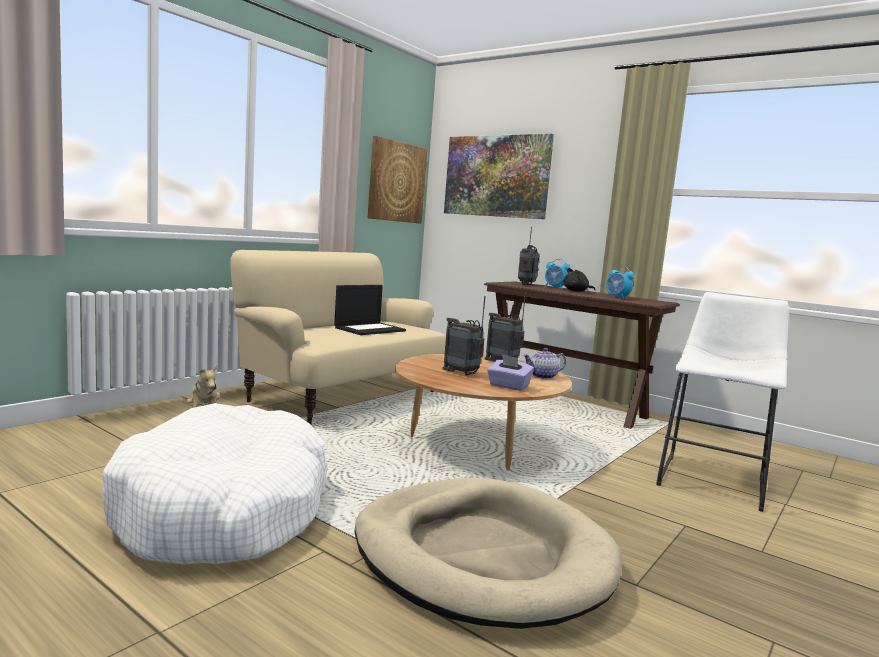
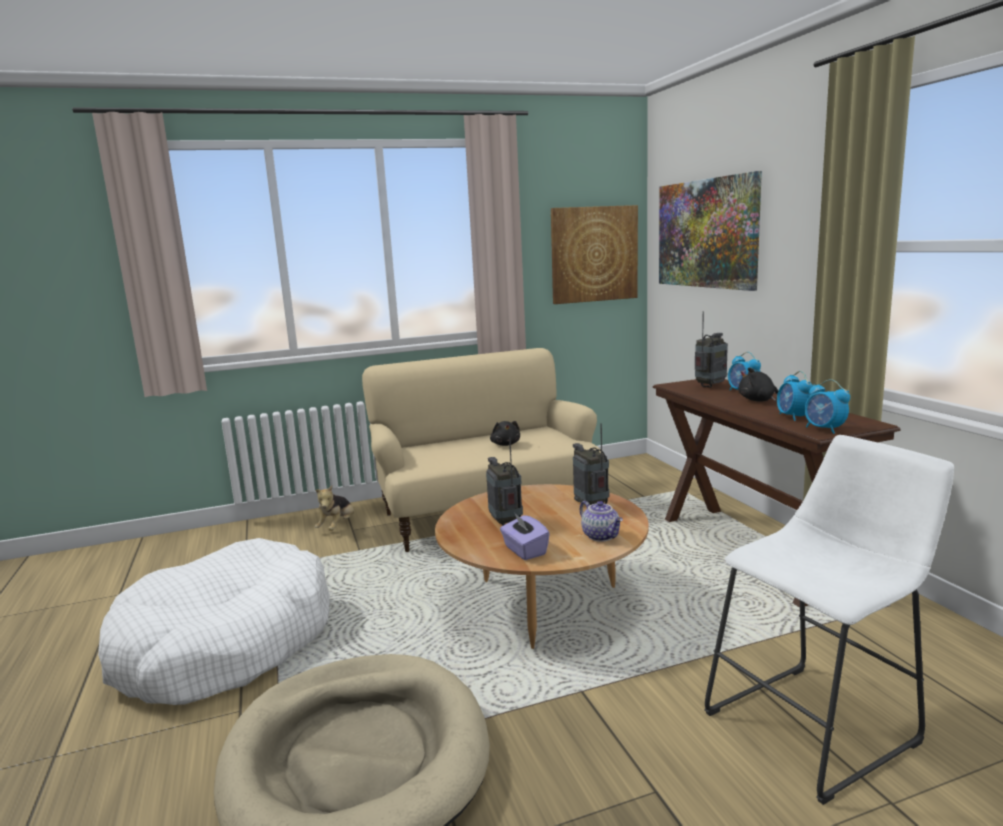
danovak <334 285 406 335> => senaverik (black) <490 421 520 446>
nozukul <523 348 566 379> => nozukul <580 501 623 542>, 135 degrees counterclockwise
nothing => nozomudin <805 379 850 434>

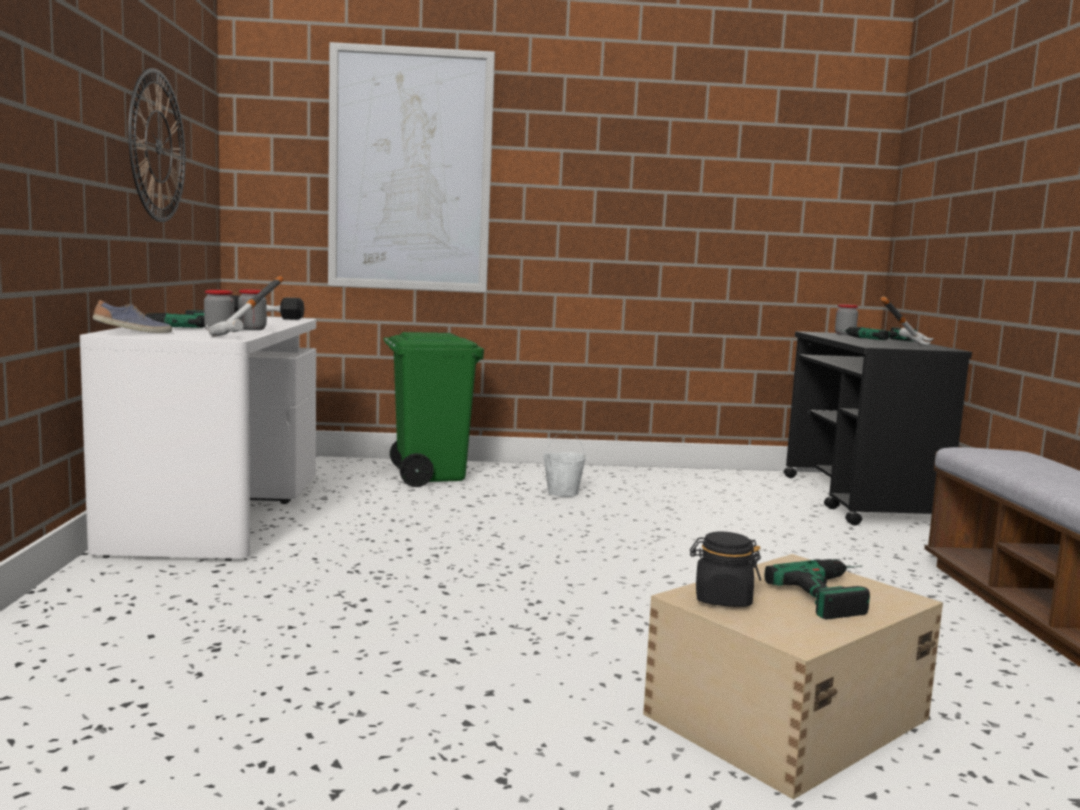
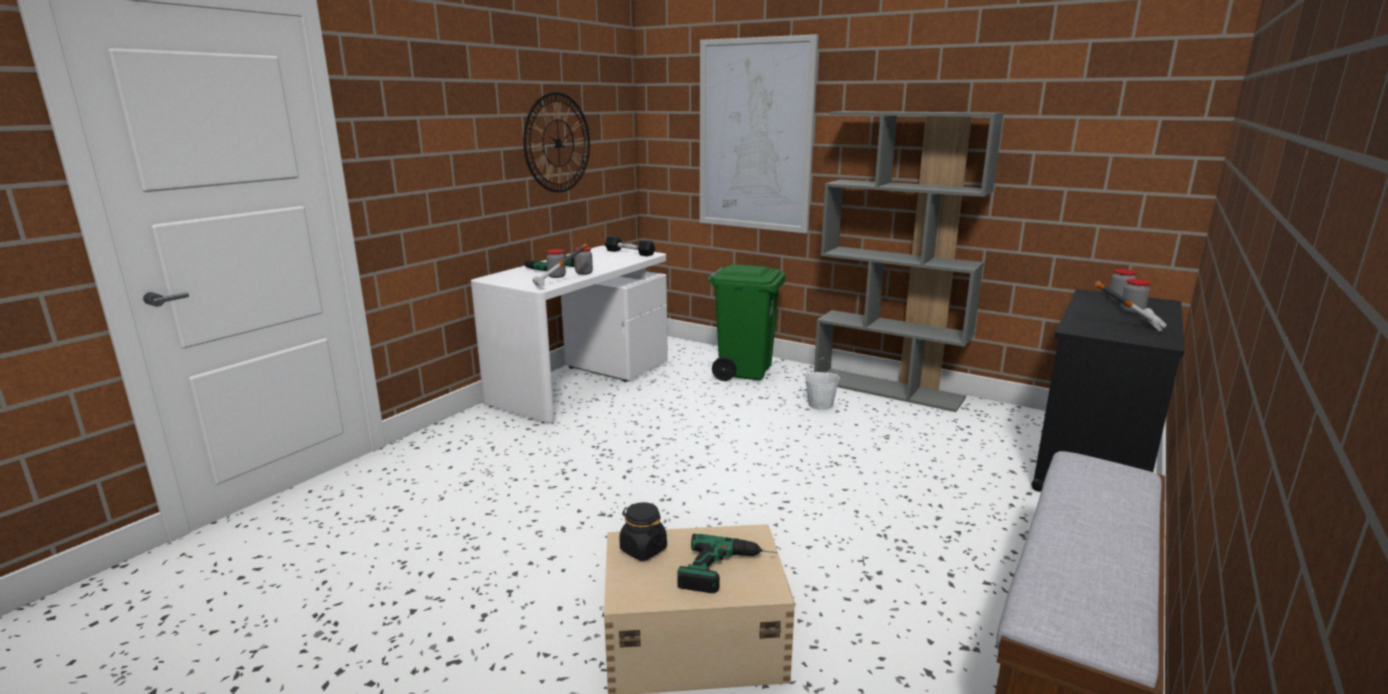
nothing => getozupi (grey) <814 111 1004 412>
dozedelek <838 327 917 342> => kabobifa <1121 279 1150 314>
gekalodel <93 300 172 333> => nothing

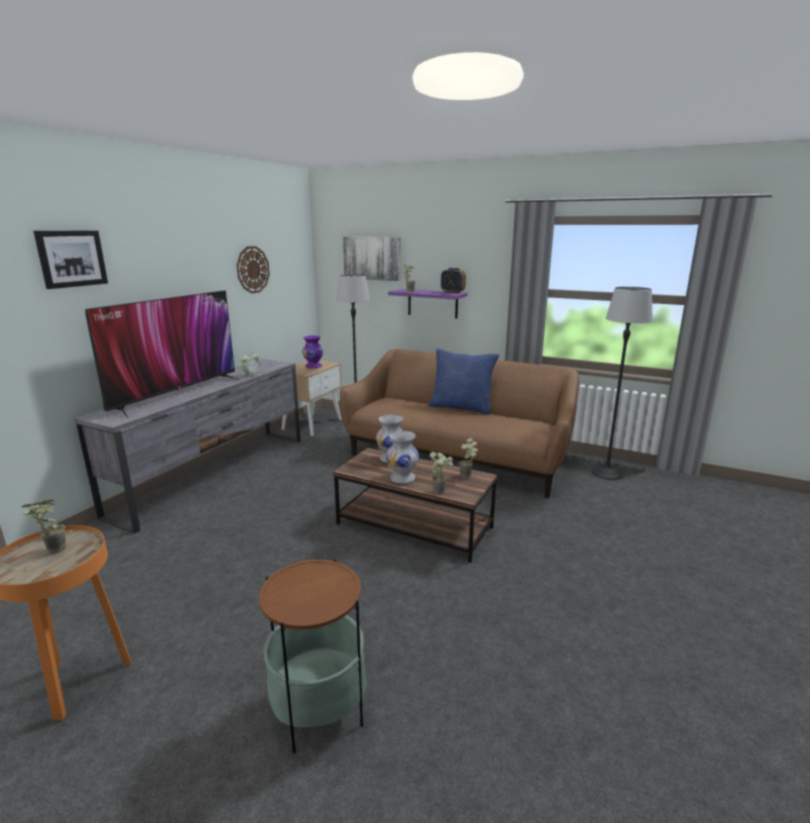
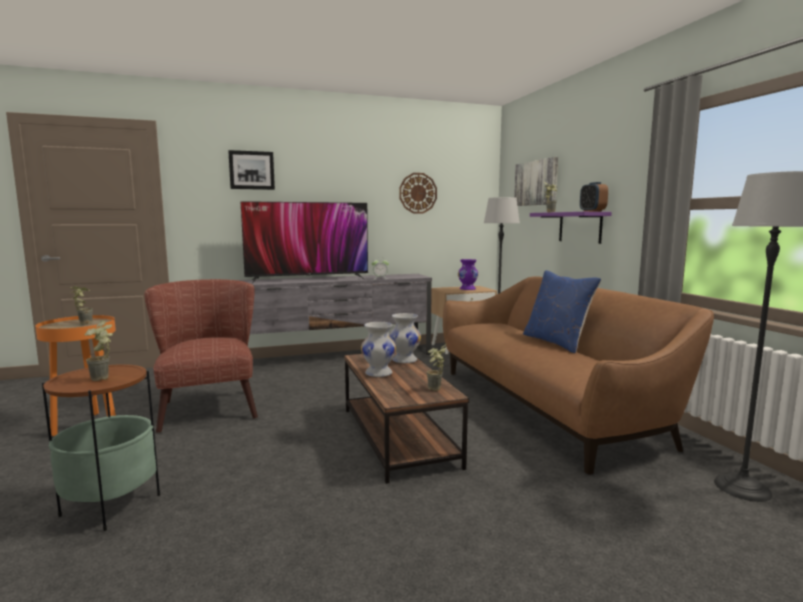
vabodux <430 452 453 494> => vabodux <85 320 113 381>, moved
nothing => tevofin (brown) <144 279 258 433>

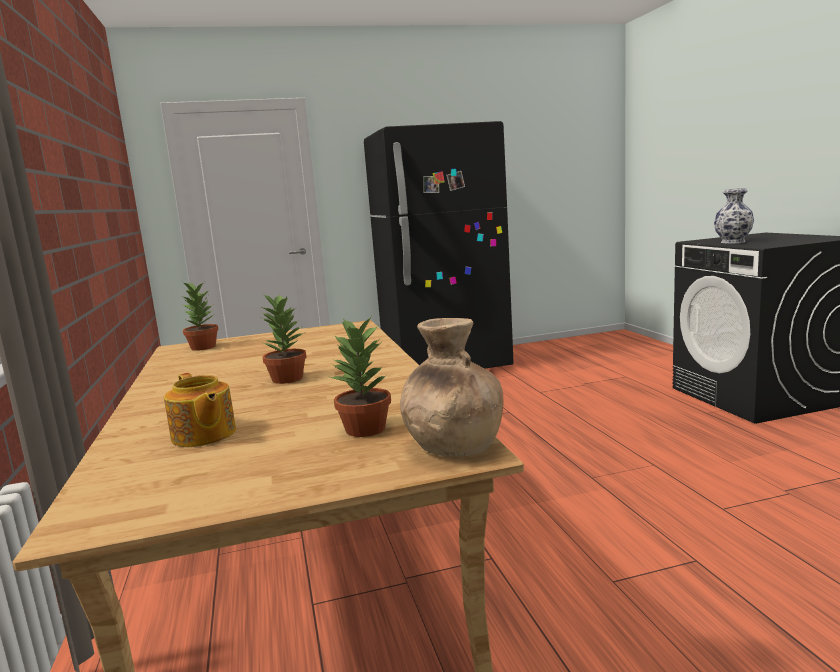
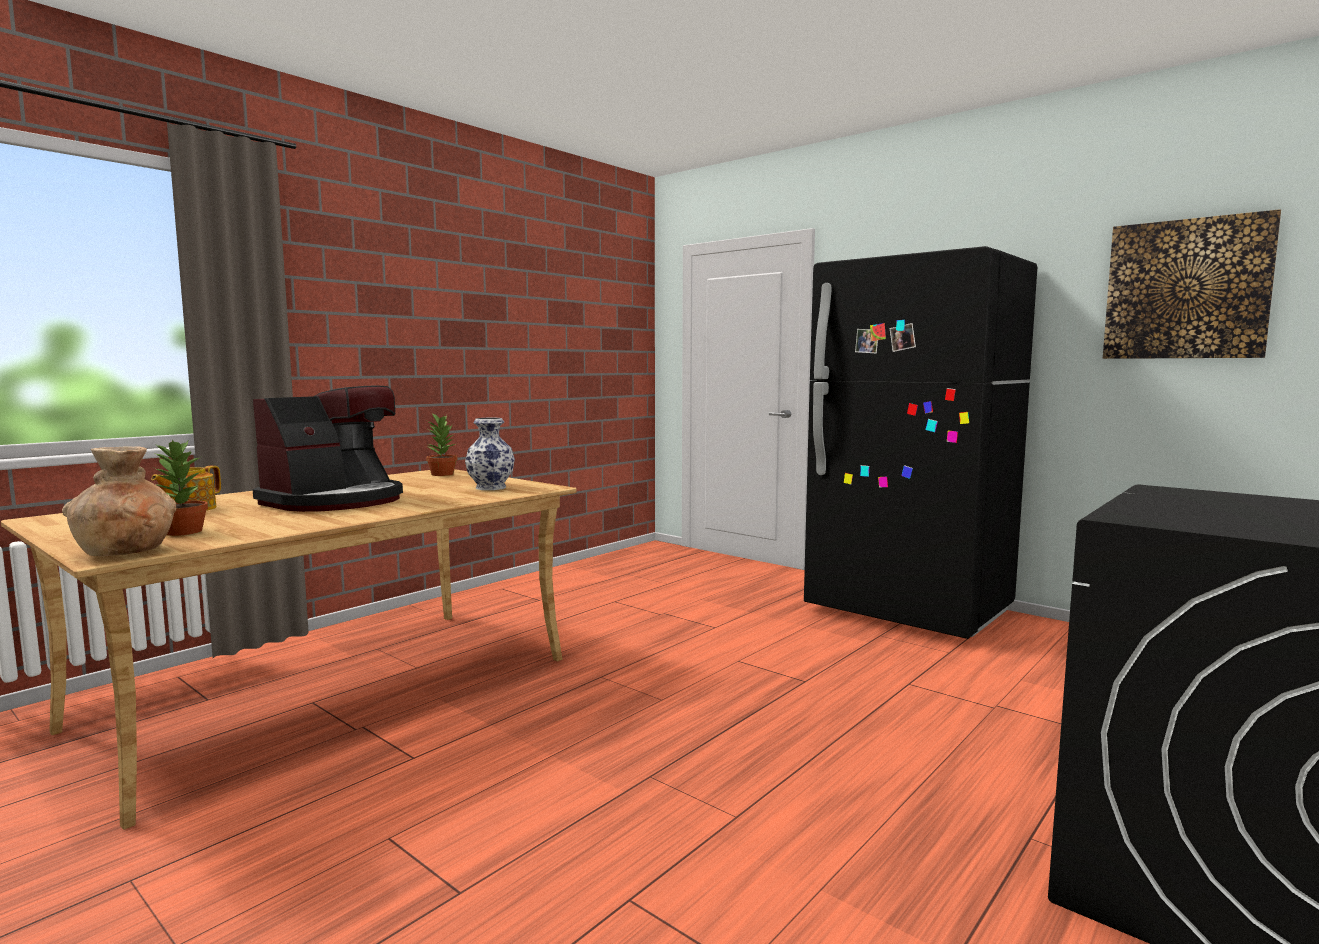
vabodux <260 294 307 384> => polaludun <253 386 403 512>
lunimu <714 188 754 244> => lunimu <465 418 515 490>, moved
nothing => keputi <1103 209 1281 359>

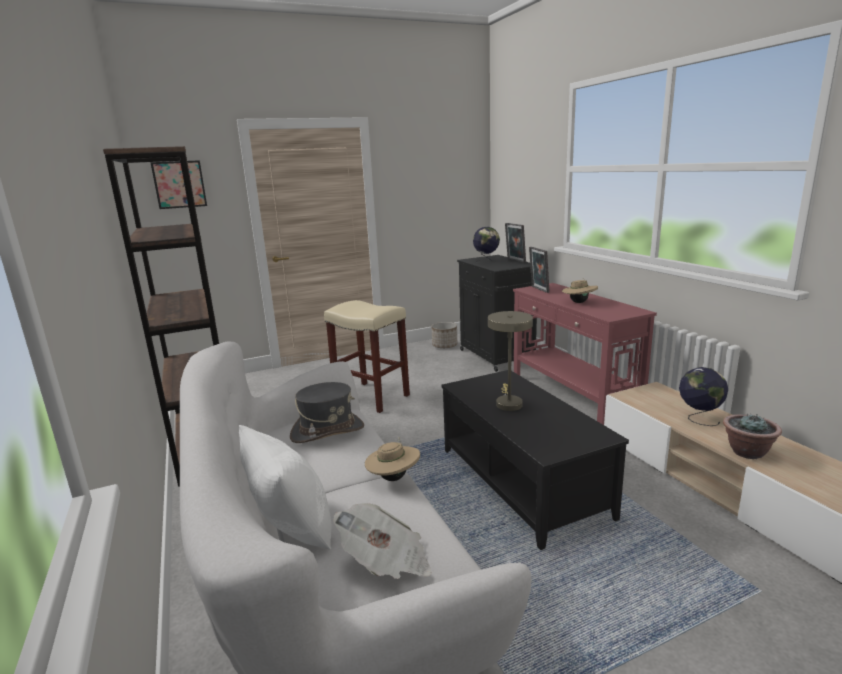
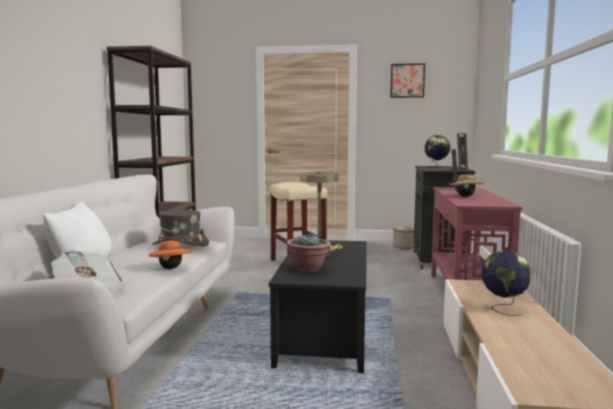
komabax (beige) <365 437 420 481> => komabax (orange) <148 239 193 269>
vabodux <723 413 782 459> => vabodux <286 233 331 272>, moved
keputi <150 160 207 209> => keputi <390 63 425 98>, moved

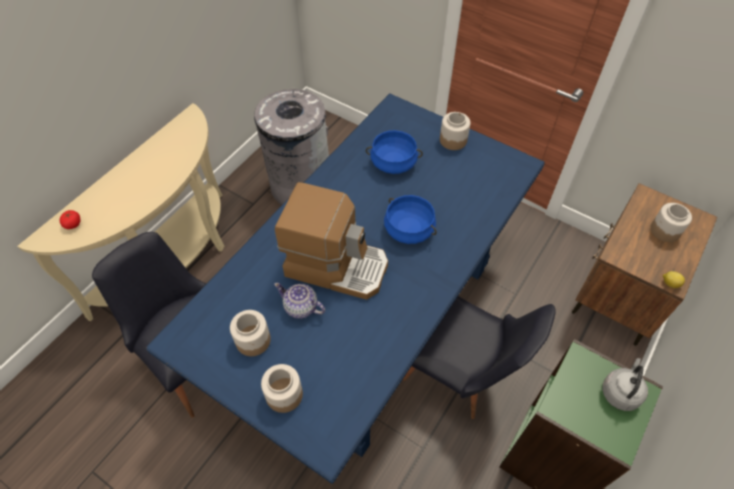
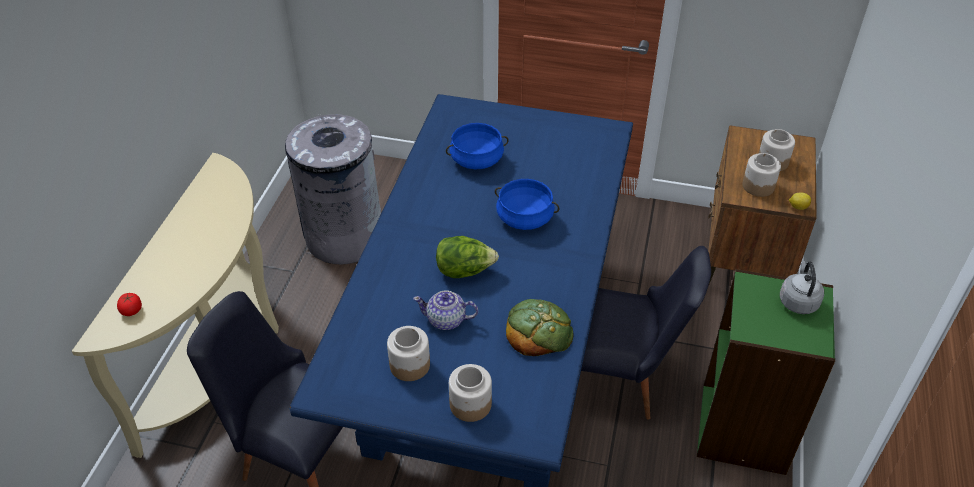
polaludun <275 182 388 300> => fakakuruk <436 236 499 278>
nothing => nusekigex <506 299 573 356>
kabobifa <440 112 471 150> => kabobifa <742 153 781 197>, moved

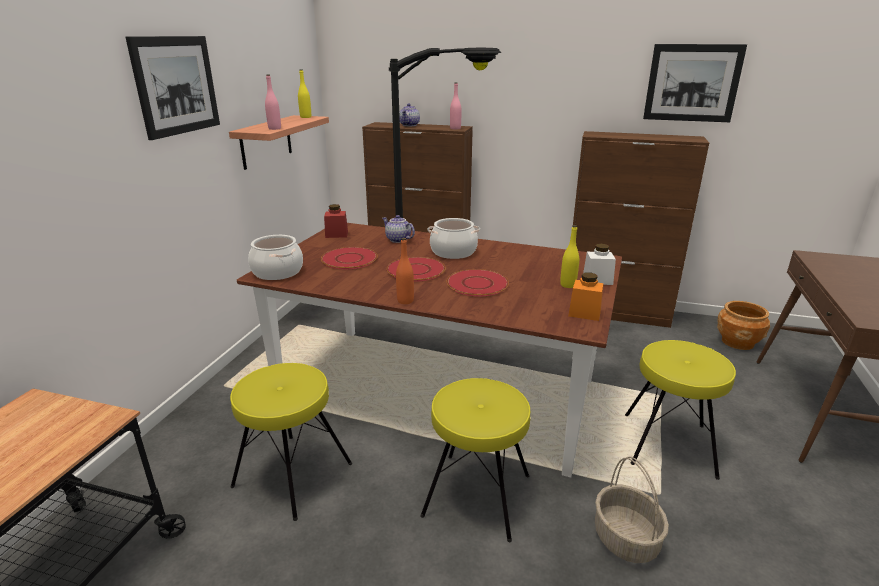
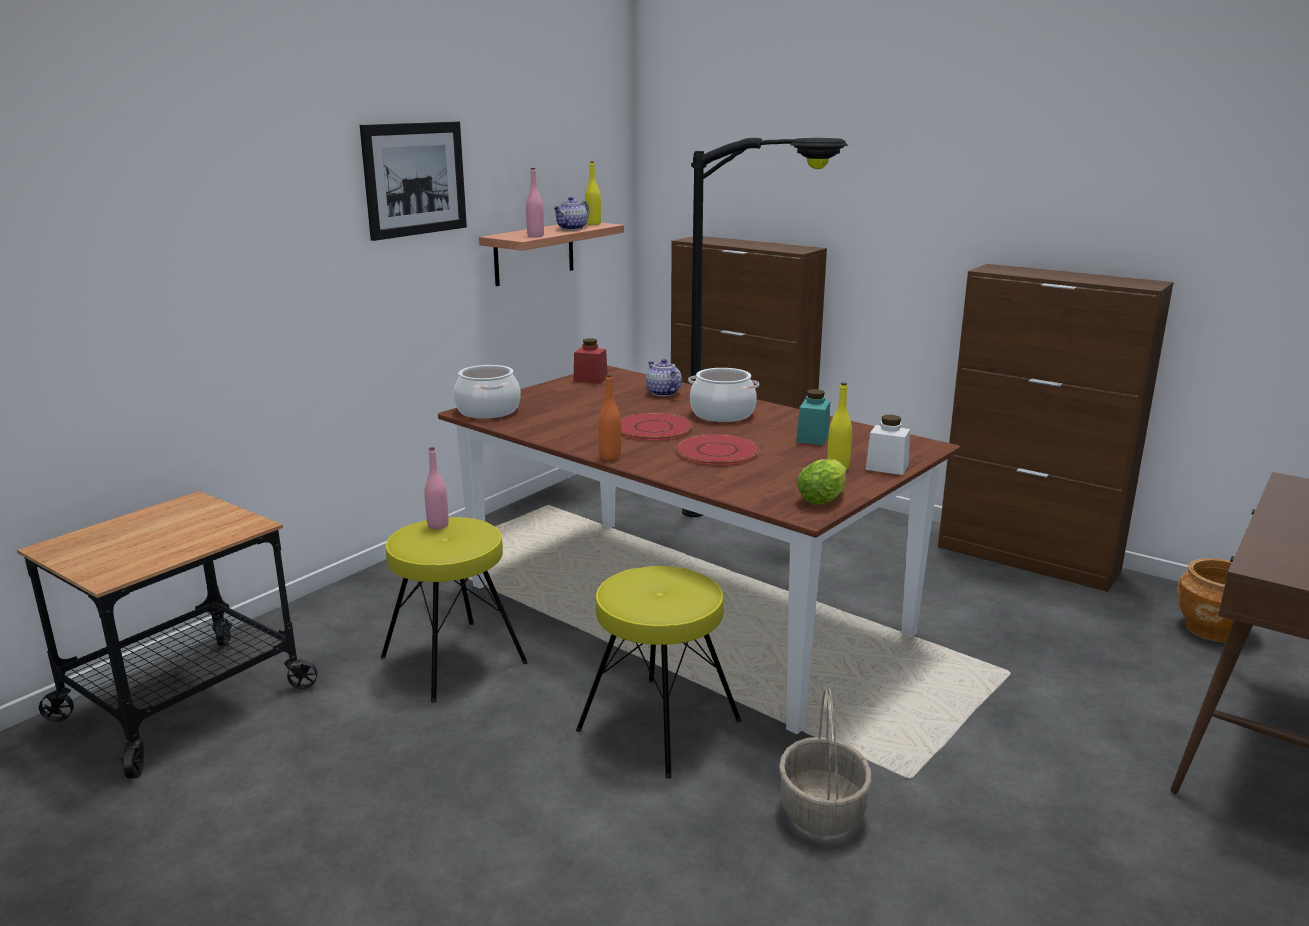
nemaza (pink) <450 82 461 130> => nemaza (pink) <424 447 449 529>, moved
nozukul <399 103 420 127> => nozukul <553 197 589 230>, moved
nothing => kabobifa (turquoise) <796 389 830 445>
kabobifa (orange) <568 272 603 321> => fakakuruk <797 459 847 504>
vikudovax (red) <321 247 378 269> => nothing
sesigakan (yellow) <625 340 736 480> => nothing
keputi <643 44 747 122> => nothing

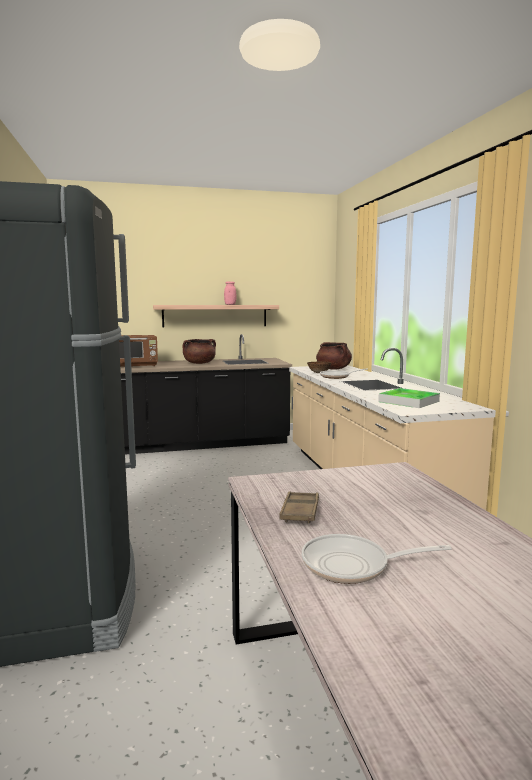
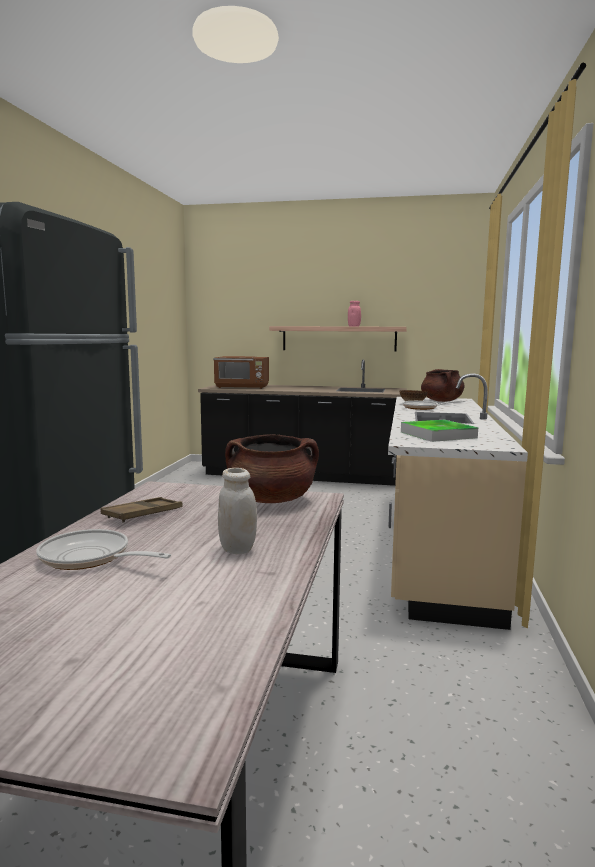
nothing => kabobifa (white) <218 468 257 554>
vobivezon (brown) <183 339 216 364> => vobivezon (brown) <225 434 319 503>, moved

